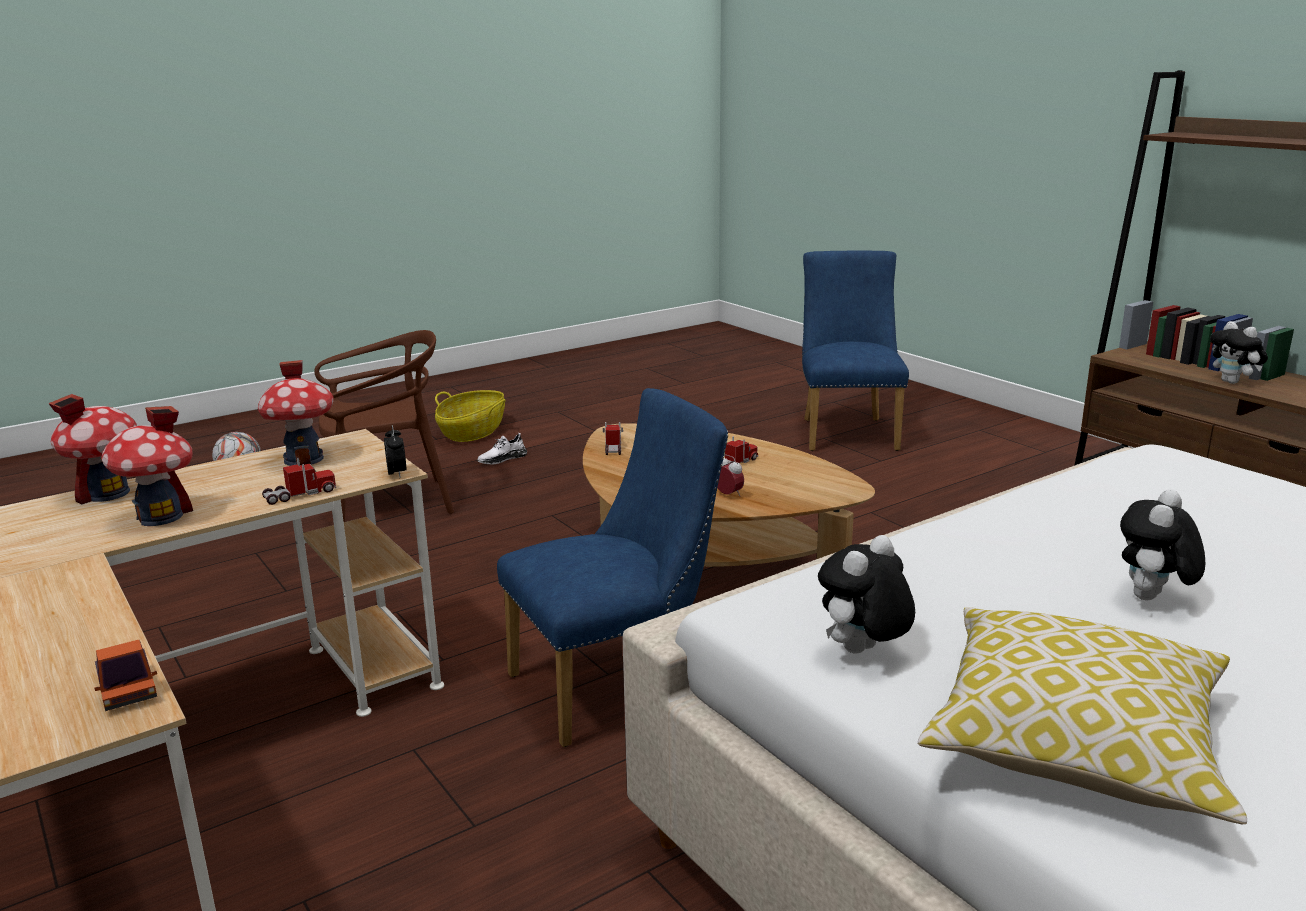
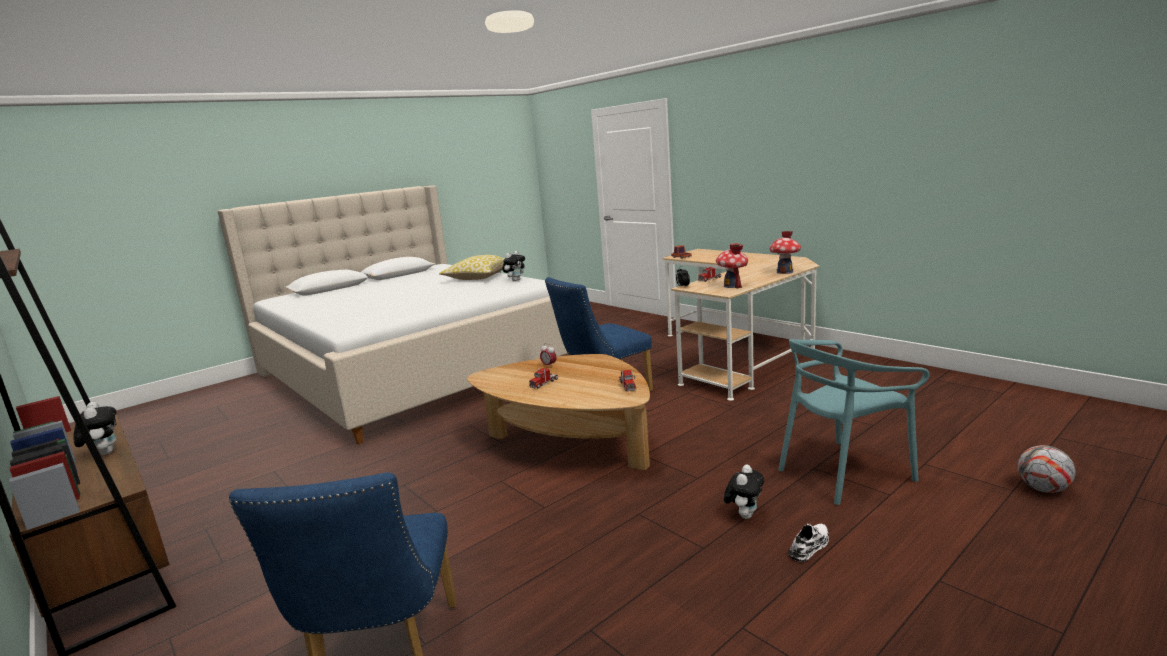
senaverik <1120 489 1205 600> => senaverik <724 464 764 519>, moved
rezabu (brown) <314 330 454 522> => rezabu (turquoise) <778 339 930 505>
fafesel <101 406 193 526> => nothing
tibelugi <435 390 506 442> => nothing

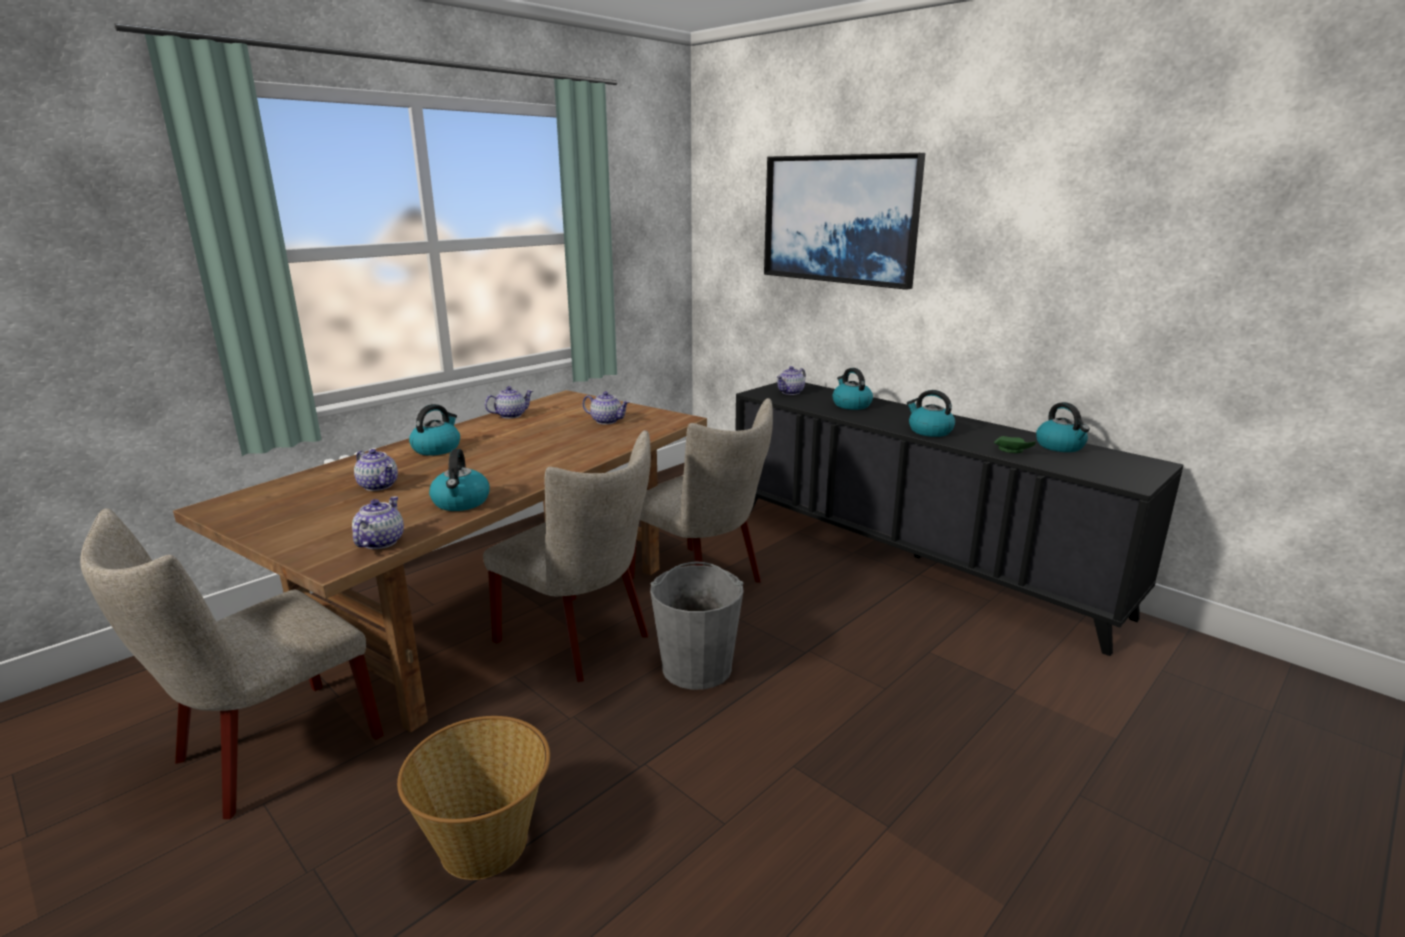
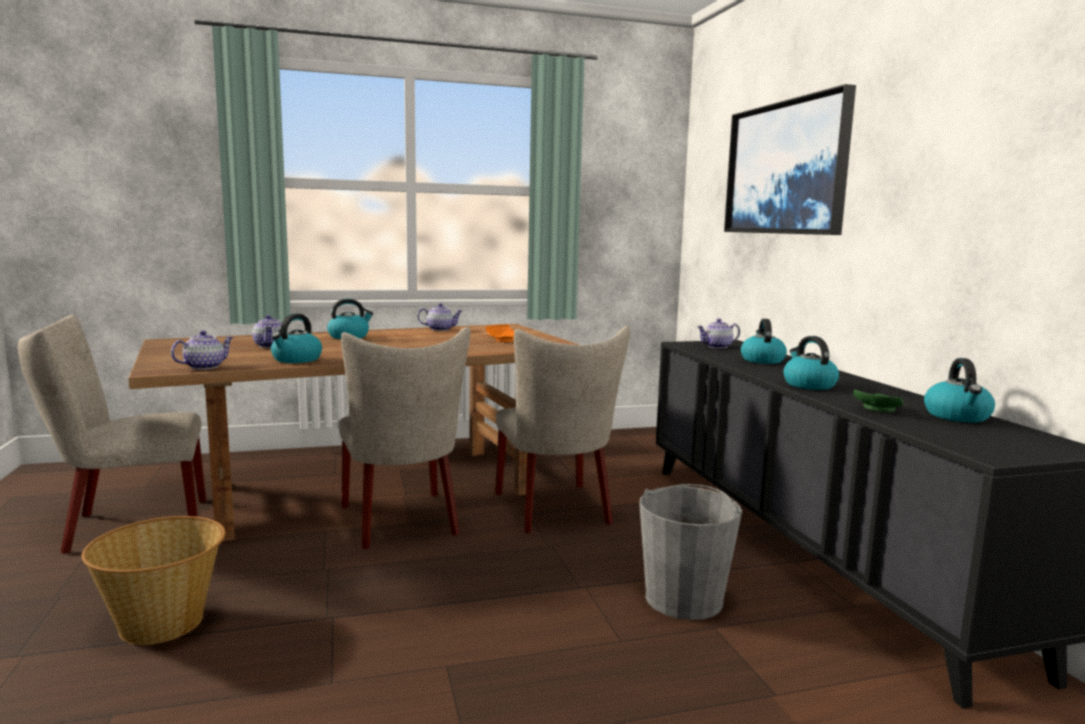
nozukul <582 391 630 424> => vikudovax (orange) <486 324 514 342>
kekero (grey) <650 562 743 690> => kekero (grey) <639 484 742 620>, moved

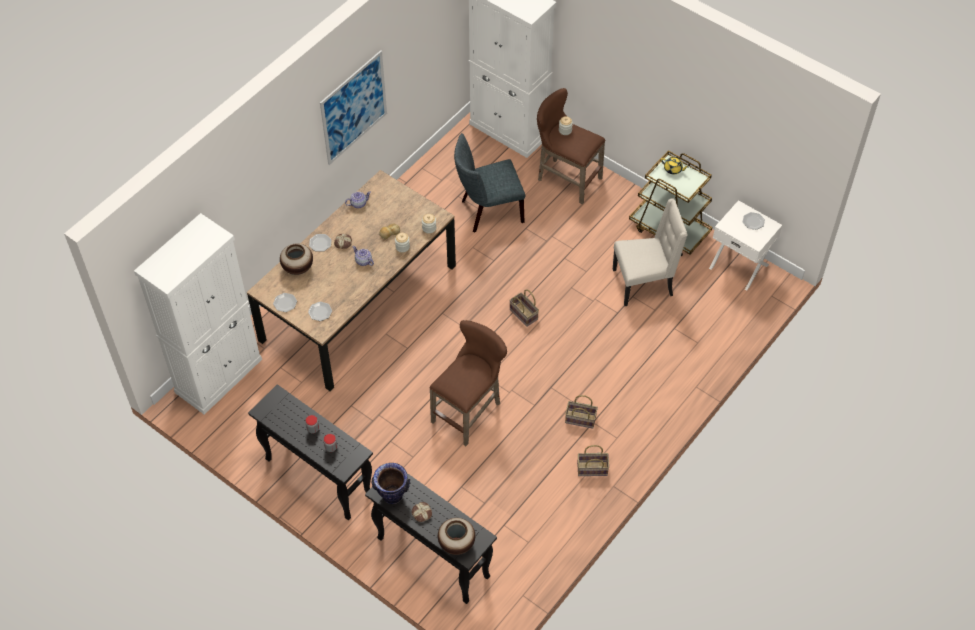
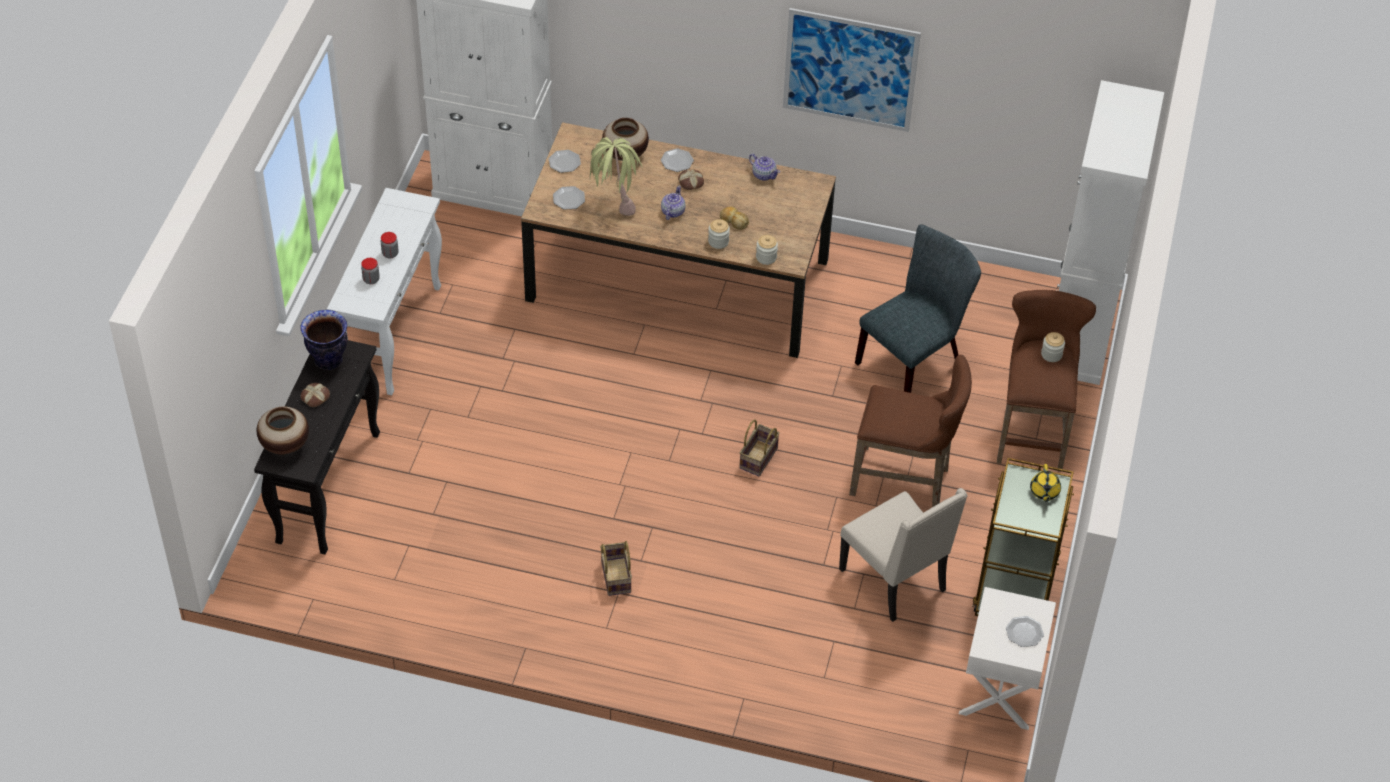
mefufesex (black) <248 384 373 520> => mefufesex (white) <327 188 442 395>
nothing => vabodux <590 137 642 216>
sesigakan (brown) <429 320 507 446> => sesigakan (brown) <849 355 972 507>, moved
rezabu (grey) <454 133 525 233> => rezabu (grey) <855 224 981 393>, 90 degrees clockwise
tibelugi <577 445 609 476> => nothing

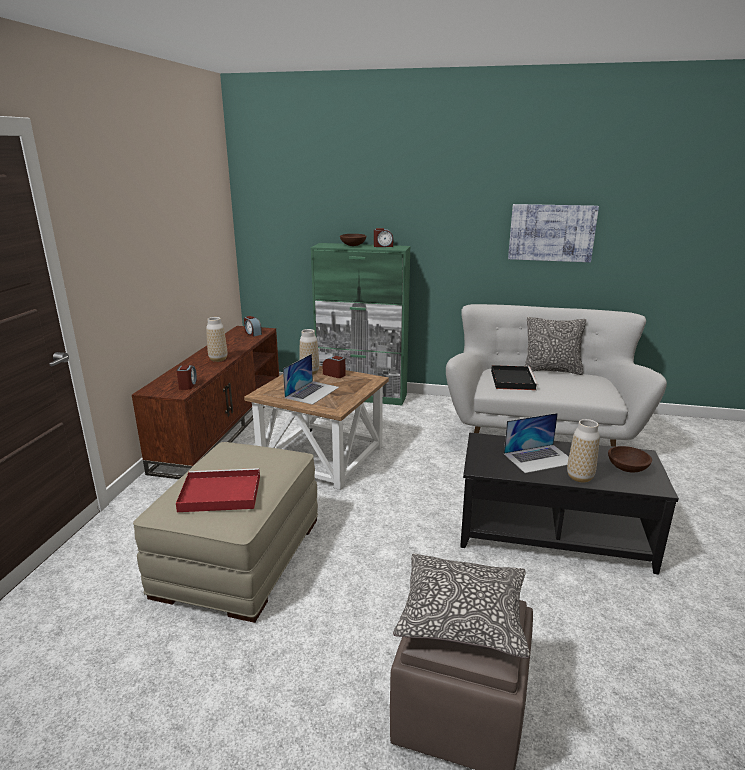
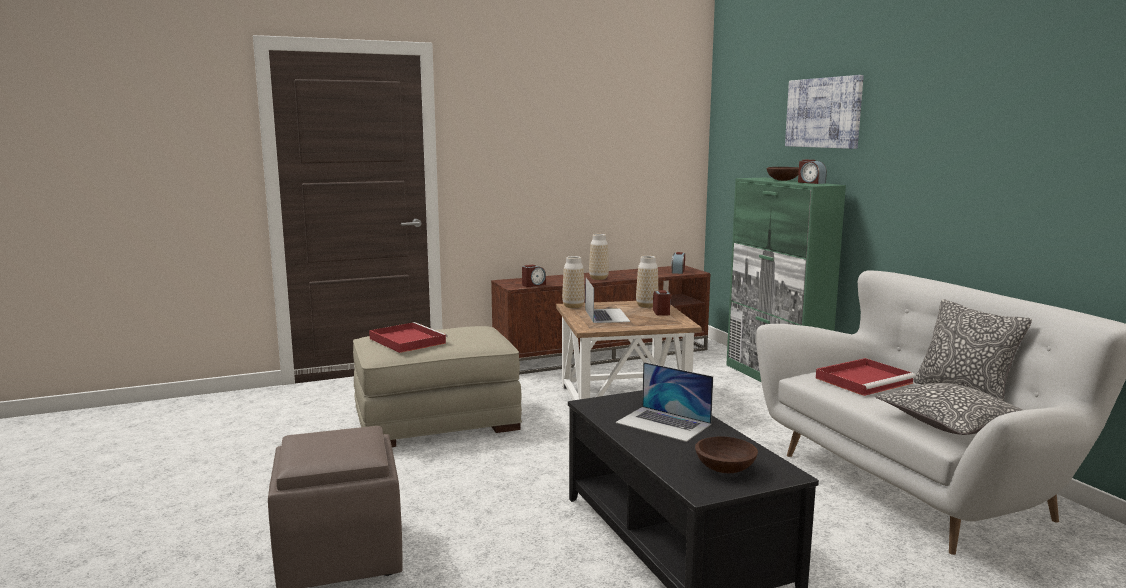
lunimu <567 419 600 483> => lunimu <562 256 585 308>, moved
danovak <283 354 339 405> => danovak <585 278 631 323>, 90 degrees counterclockwise
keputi <508 204 599 262> => keputi <785 75 864 149>, moved
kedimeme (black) <491 365 538 390> => kedimeme (red) <816 358 916 396>
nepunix <393 553 530 659> => nepunix <875 383 1023 435>, moved

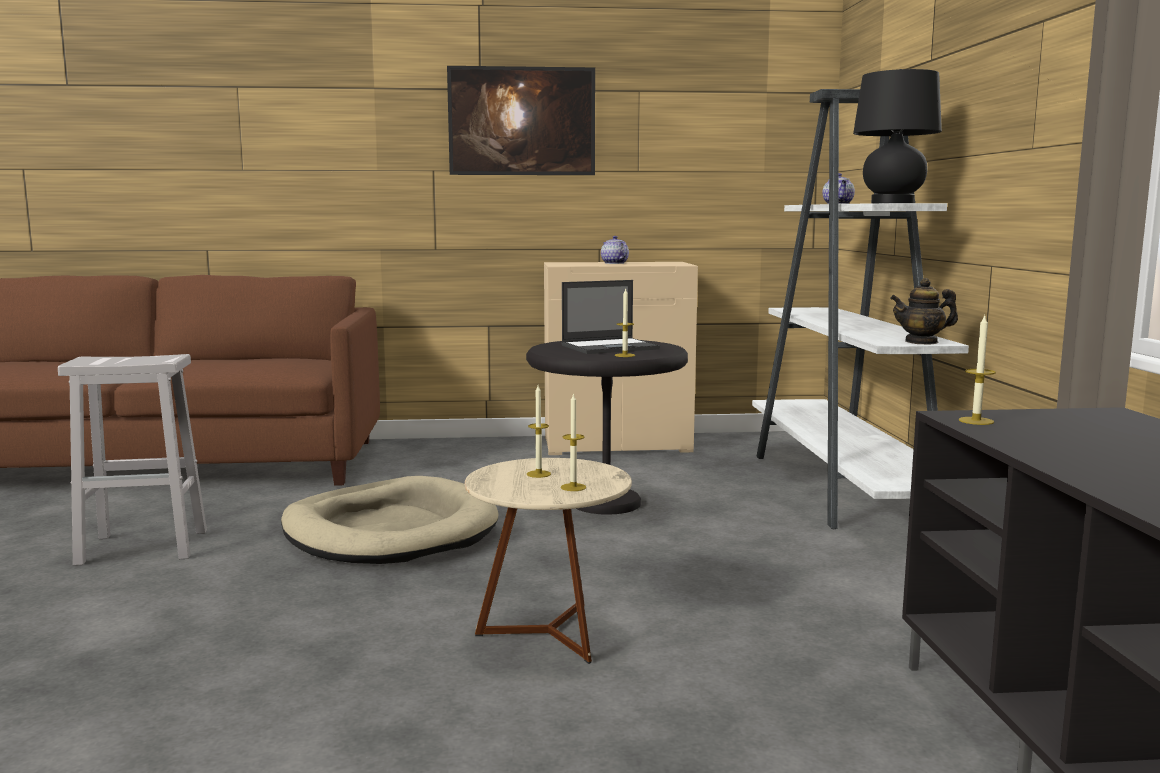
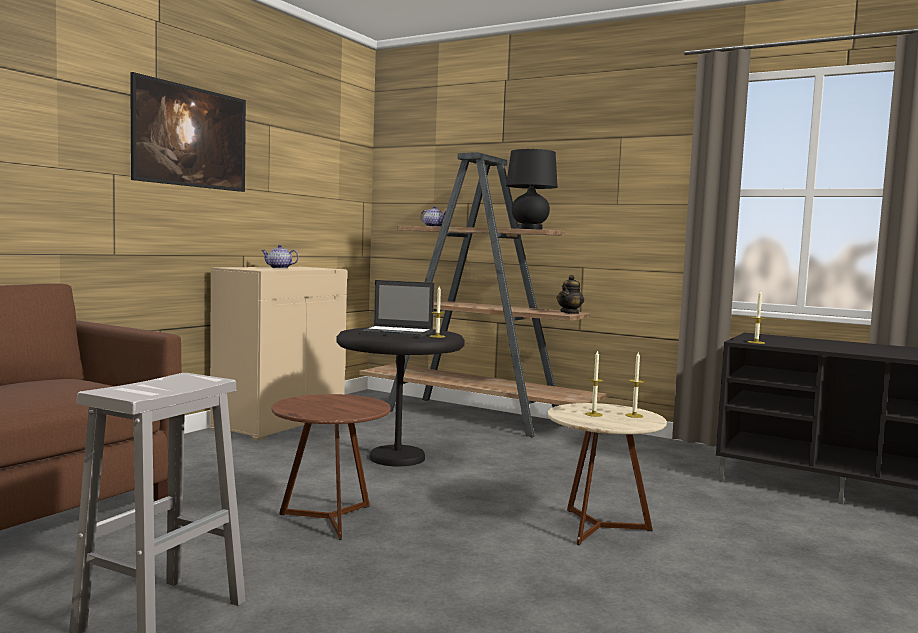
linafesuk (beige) <281 476 498 564> => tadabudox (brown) <271 394 391 540>
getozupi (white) <752 89 969 529> => getozupi (brown) <359 152 606 438>
danovak <561 280 660 354> => danovak <359 280 434 338>, 90 degrees clockwise

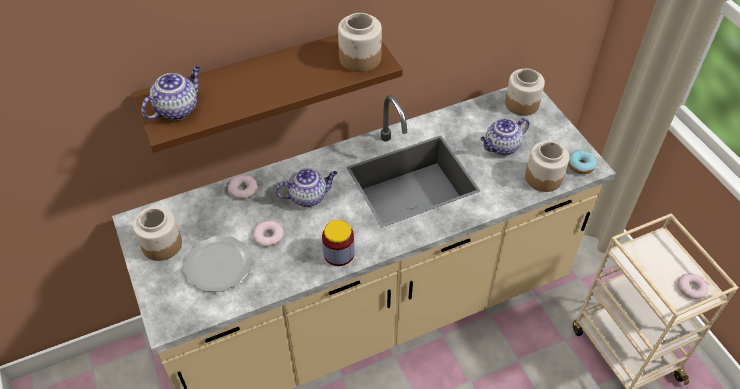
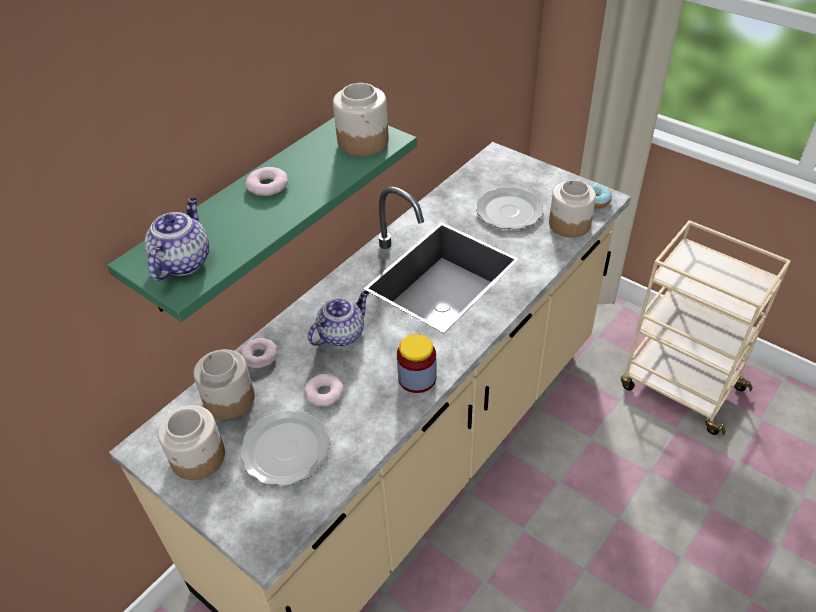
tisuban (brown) <132 34 403 153> => tisuban (green) <107 117 417 322>
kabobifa <505 69 545 116> => kabobifa <193 349 255 419>, moved
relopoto <677 274 708 299> => relopoto <245 167 288 196>, moved
nozukul <481 118 529 156> => vikudovax <476 187 543 230>

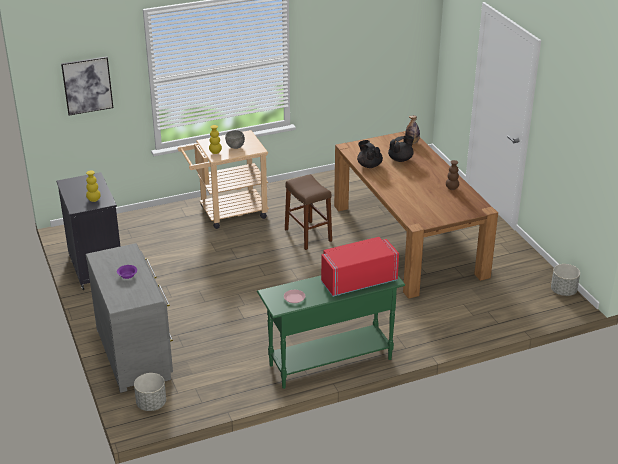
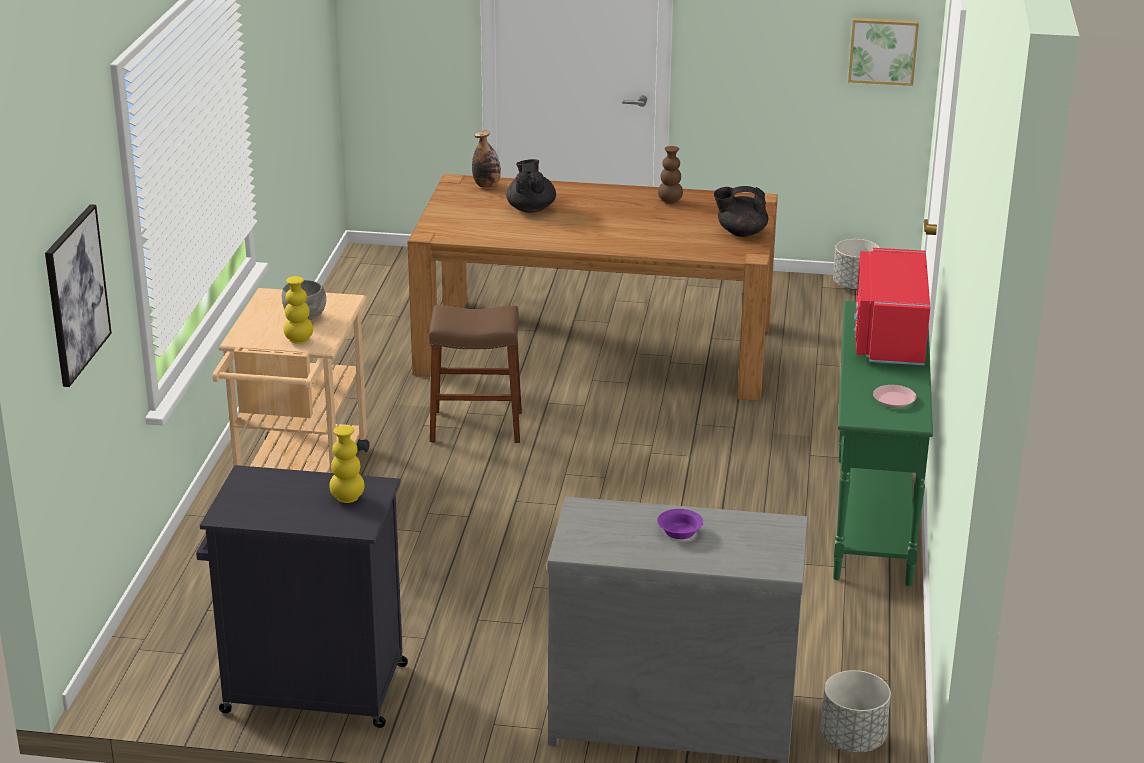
nozukul (black) <357 140 383 168> => nozukul (black) <714 186 769 237>, moved
nothing => keputi <848 18 919 86>

